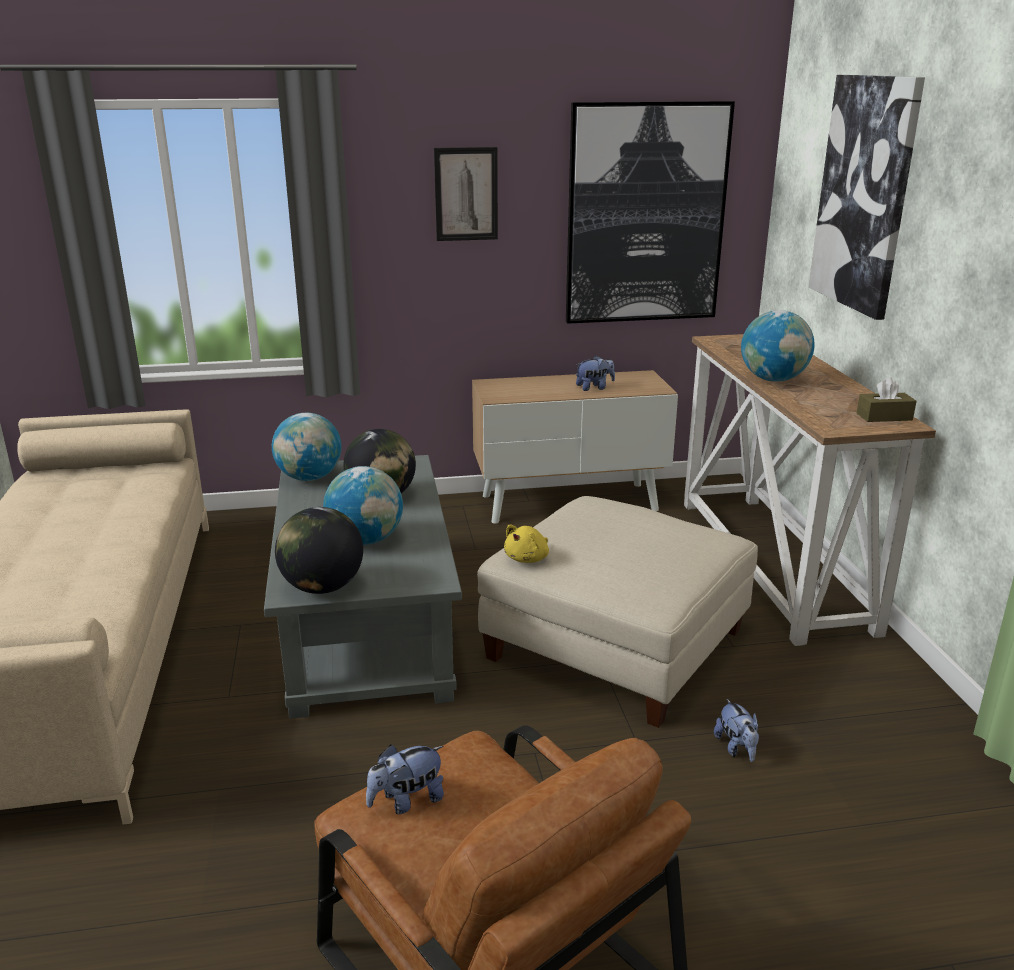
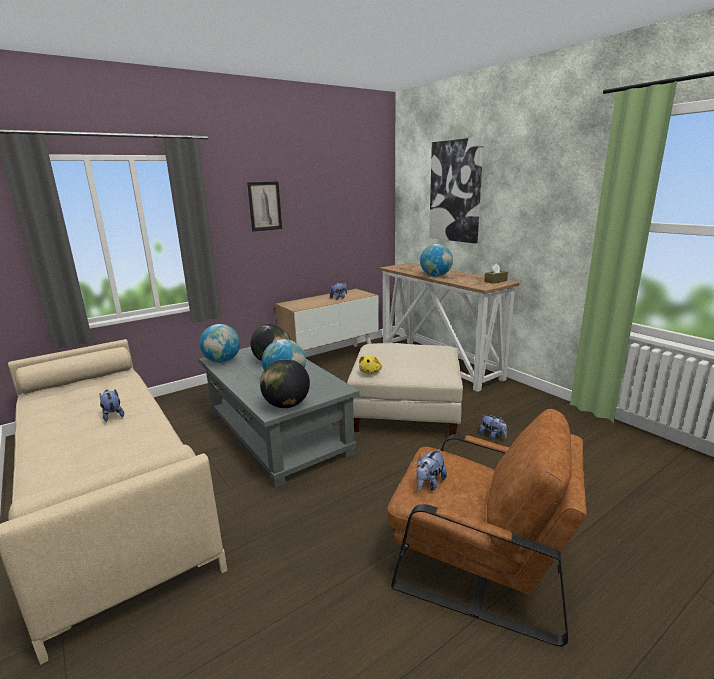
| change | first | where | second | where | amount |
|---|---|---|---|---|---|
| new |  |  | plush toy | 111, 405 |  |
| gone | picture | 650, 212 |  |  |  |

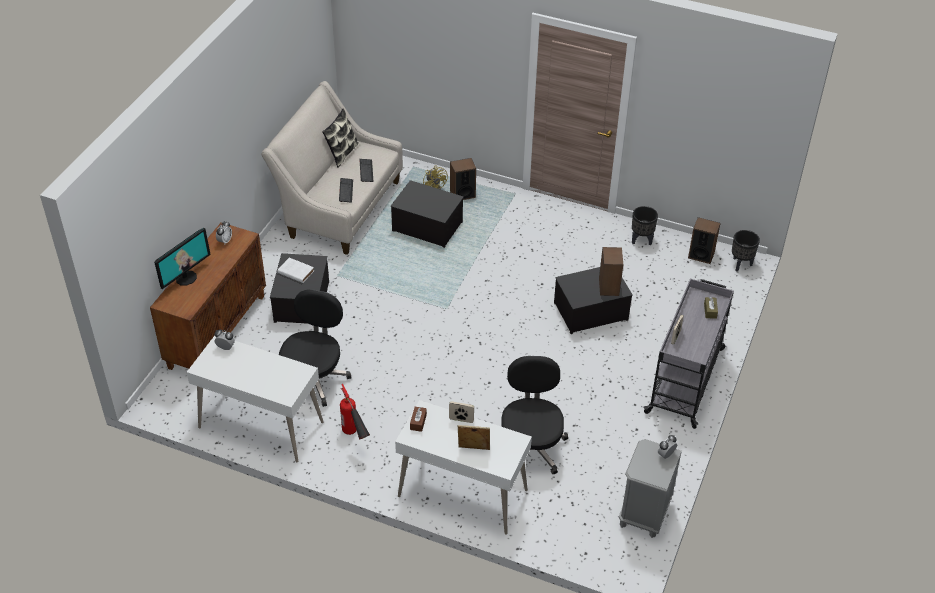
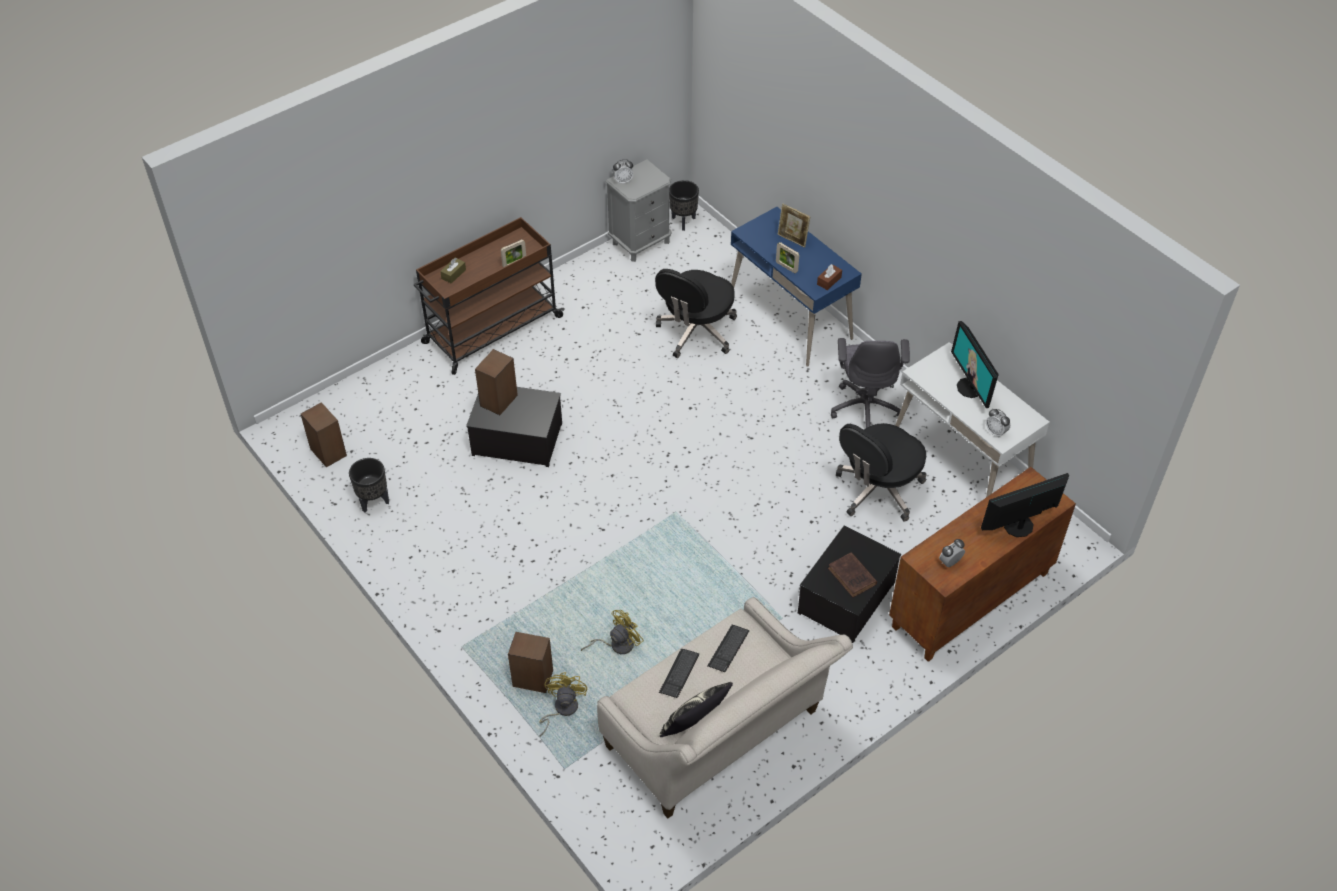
| change | first | where | second | where | amount |
|---|---|---|---|---|---|
| repainted | cart/grey | 688, 354 | cart/brown | 489, 296 |  |
| swapped | storage box | 427, 214 | fan/yellow | 612, 632 |  |
| shifted | planter/black | 746, 251 |  | 684, 205 |  |
| repainted | desk/white | 463, 467 | desk/blue | 796, 287 |  |
| repainted | book/white | 295, 270 | book/brown | 852, 575 |  |
| swapped | fire extinguisher | 355, 411 | office chair/grey | 870, 383 |  |
| new |  |  | monitor | 975, 364 |  |

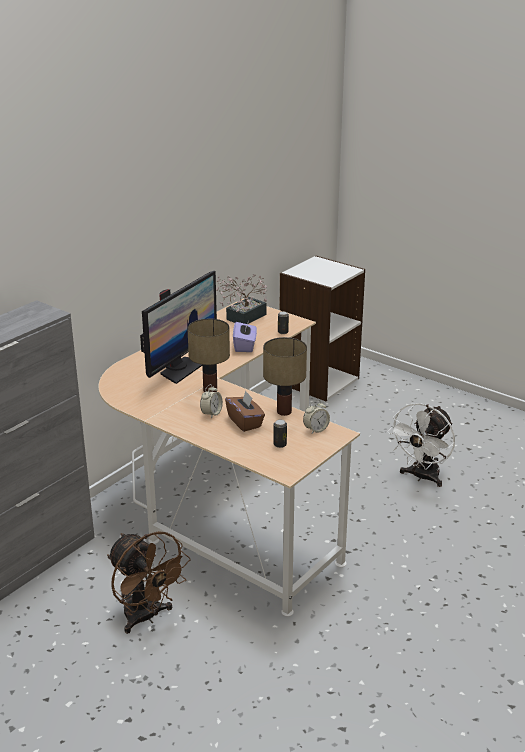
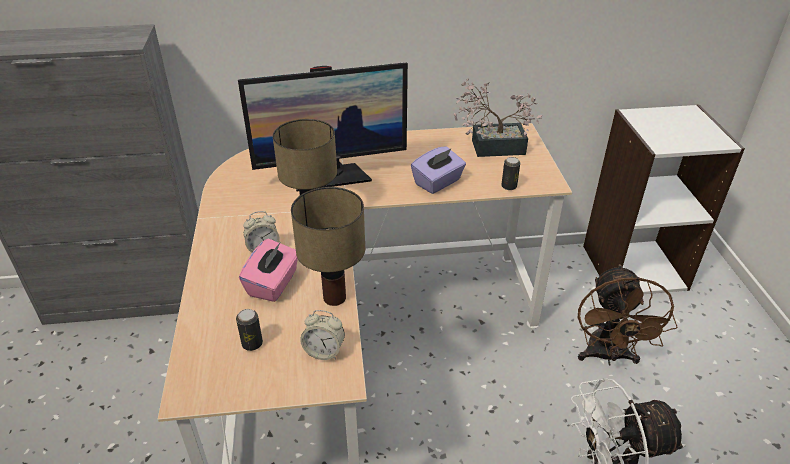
| change | first | where | second | where | amount |
|---|---|---|---|---|---|
| repainted | tissue box/brown | 245, 411 | tissue box/pink | 268, 270 |  |
| shifted | fan/brown | 149, 582 |  | 627, 315 |  |

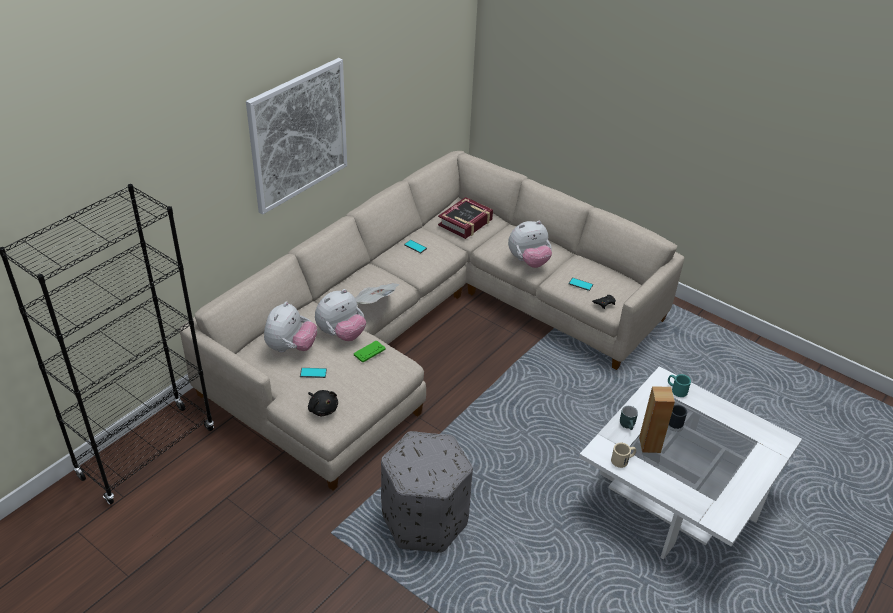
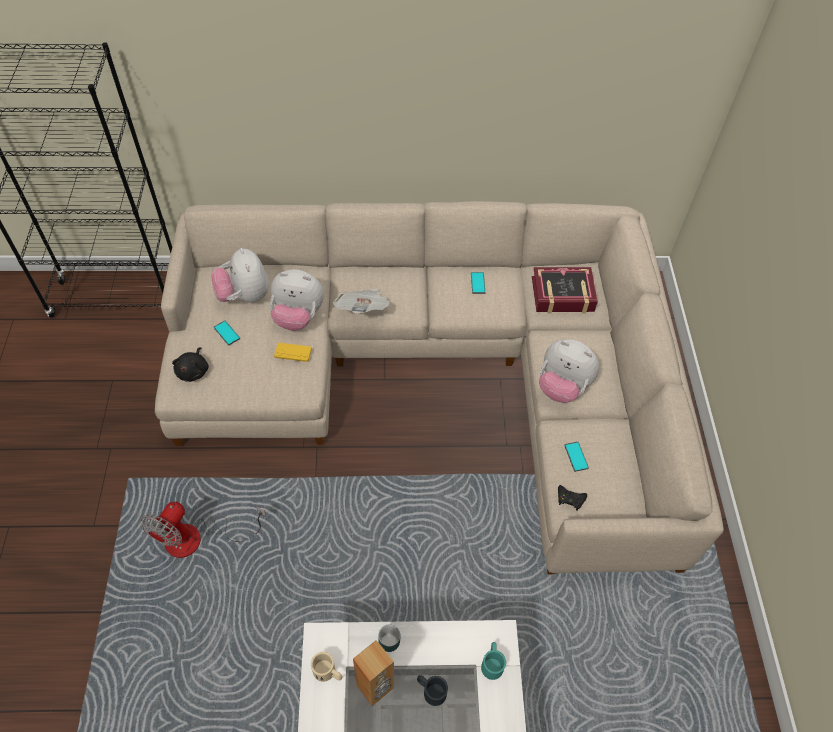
| change | first | where | second | where | amount |
|---|---|---|---|---|---|
| swapped | ottoman/grey | 427, 492 | fan | 203, 530 |  |
| rotated | plush toy | 290, 326 |  | 240, 275 | 90 degrees clockwise |
| repainted | game controller/green | 369, 351 | game controller/yellow | 293, 352 |  |
| gone | picture | 296, 136 |  |  |  |

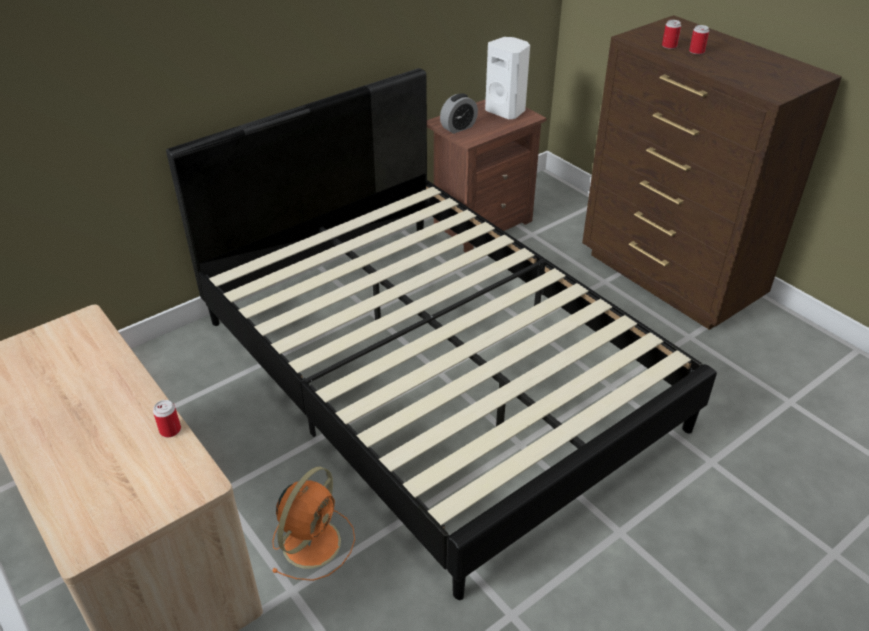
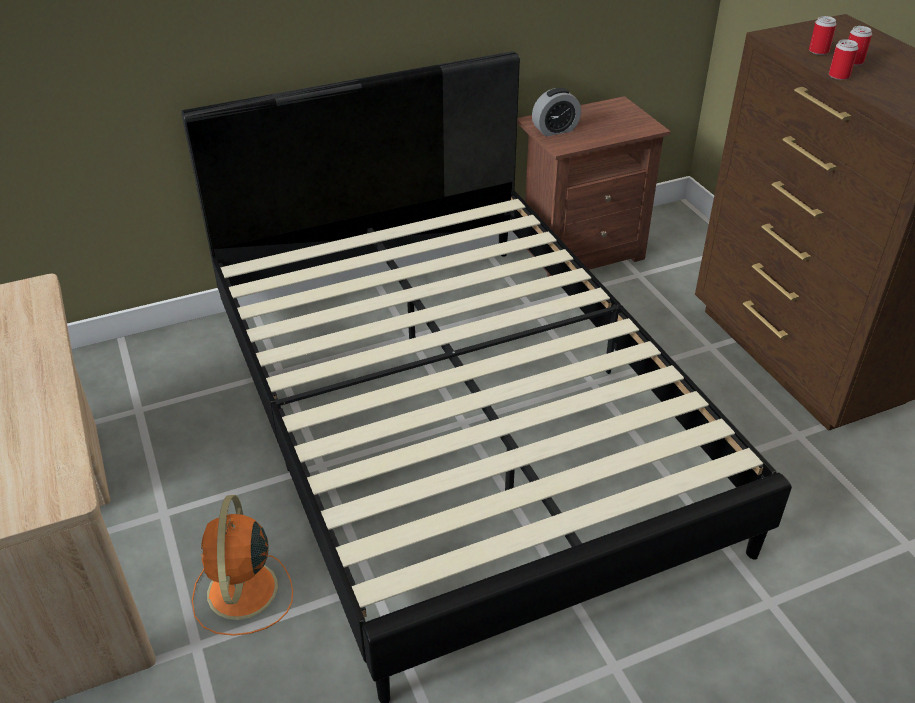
| change | first | where | second | where | amount |
|---|---|---|---|---|---|
| rotated | fan/orange | 313, 524 |  | 242, 565 | 135 degrees clockwise |
| shifted | can | 167, 418 |  | 843, 59 |  |
| gone | speaker/white | 507, 78 |  |  |  |

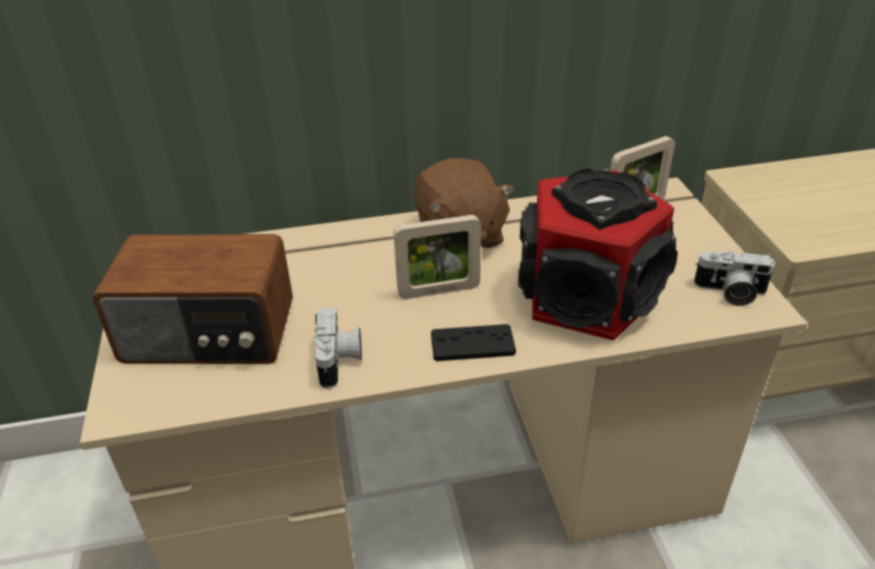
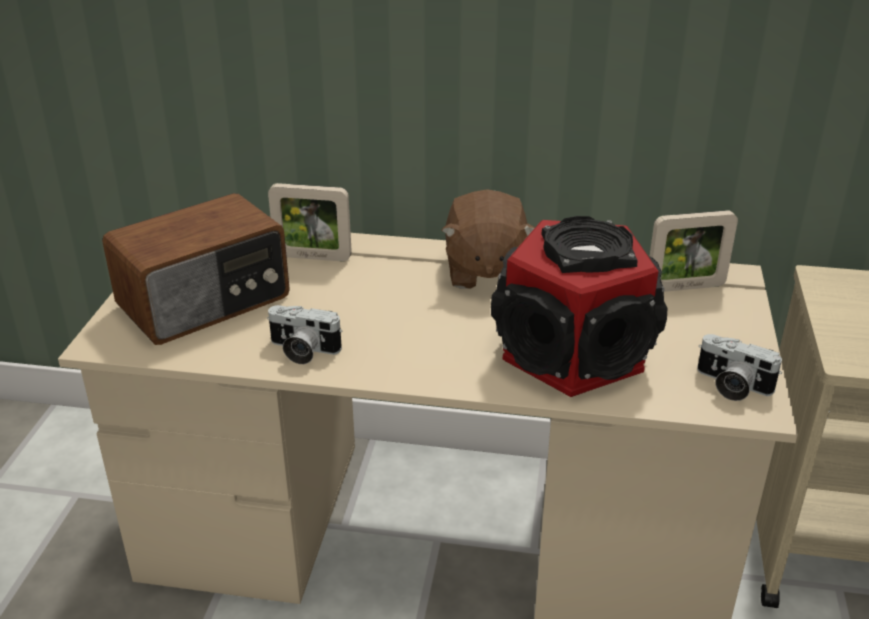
| change | first | where | second | where | amount |
|---|---|---|---|---|---|
| rotated | radio | 193, 299 |  | 196, 269 | 60 degrees counterclockwise |
| rotated | photo camera | 338, 348 |  | 304, 334 | 90 degrees clockwise |
| shifted | picture frame | 437, 257 |  | 310, 222 |  |
| gone | game controller/black | 473, 342 |  |  |  |

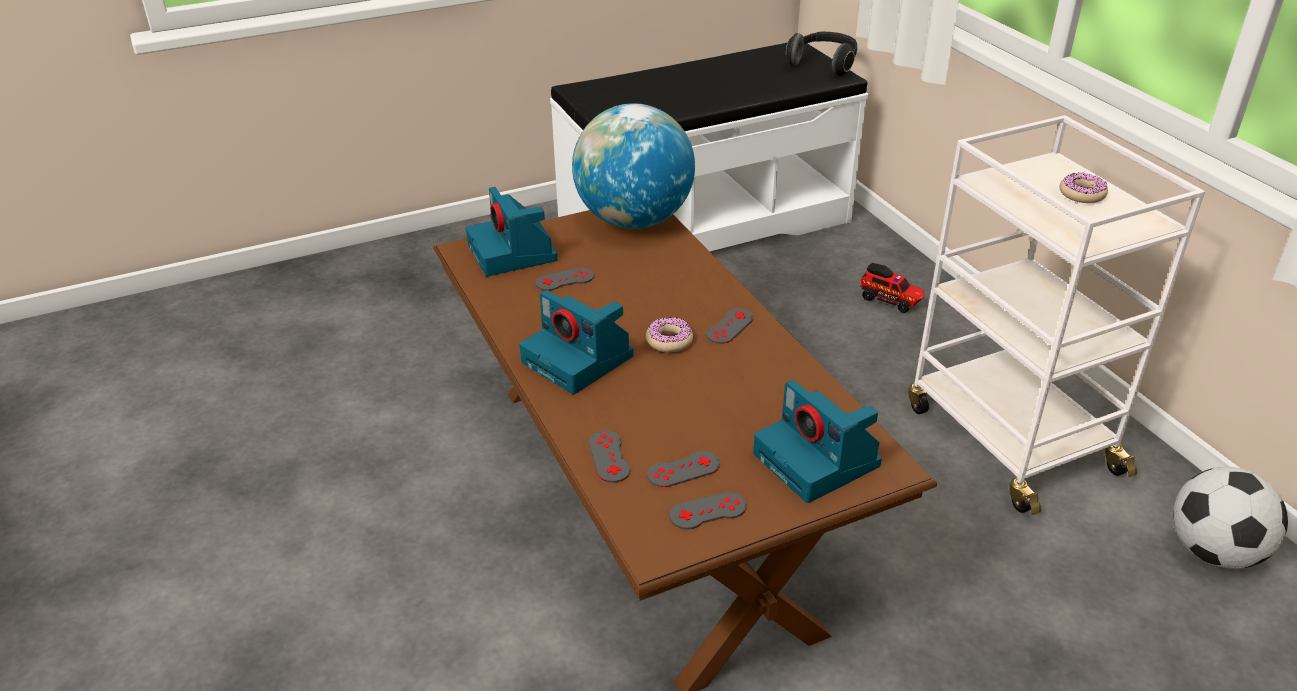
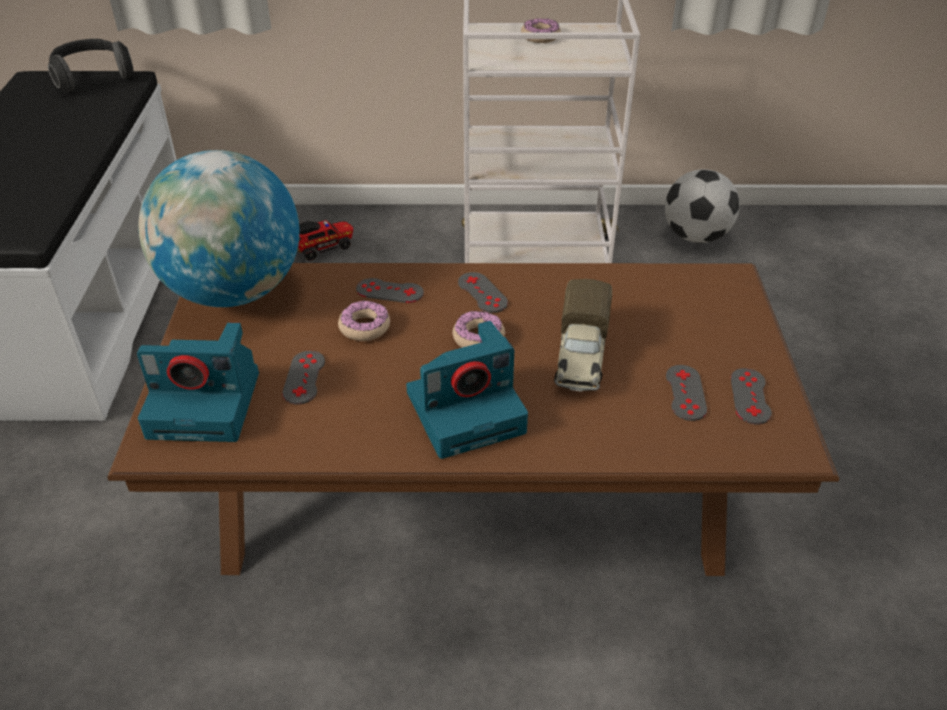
| change | first | where | second | where | amount |
|---|---|---|---|---|---|
| new |  |  | donut | 364, 320 |  |
| shifted | game controller/grey | 609, 457 |  | 390, 290 |  |
| new |  |  | toy truck | 583, 335 |  |
| gone | photo camera | 817, 441 |  |  |  |

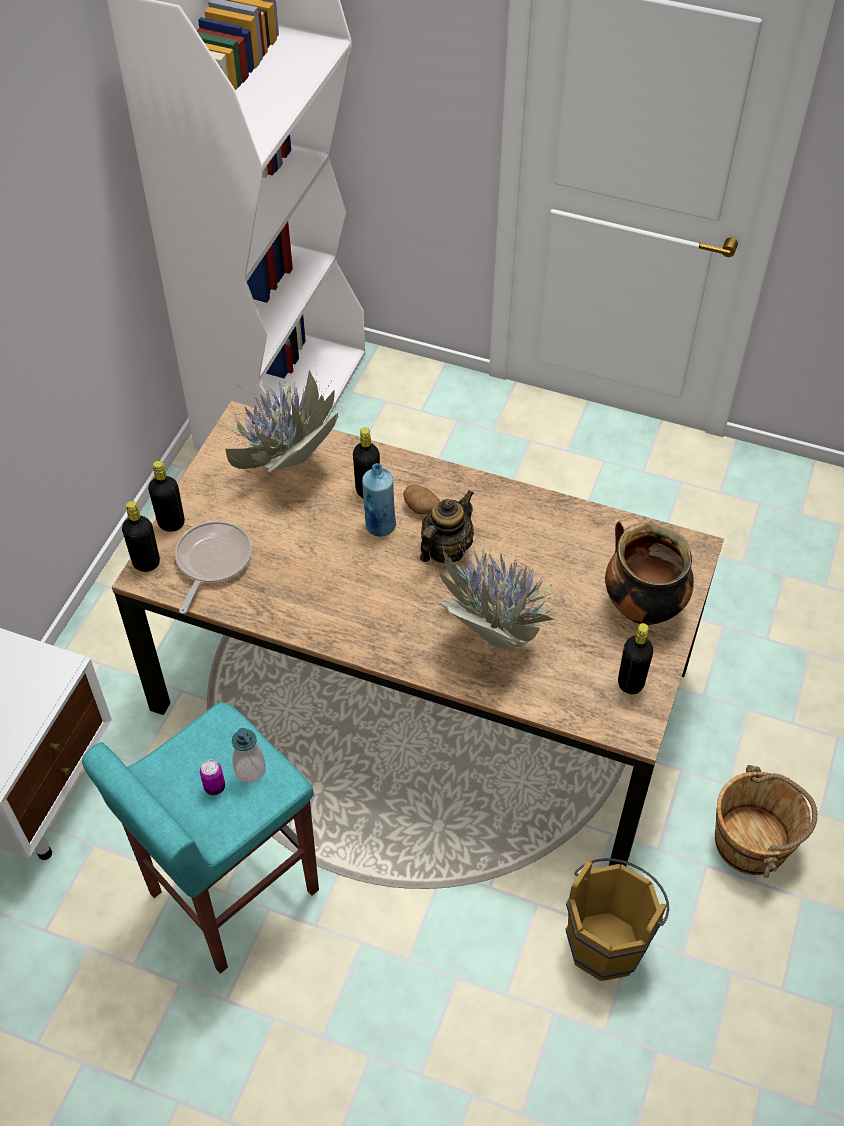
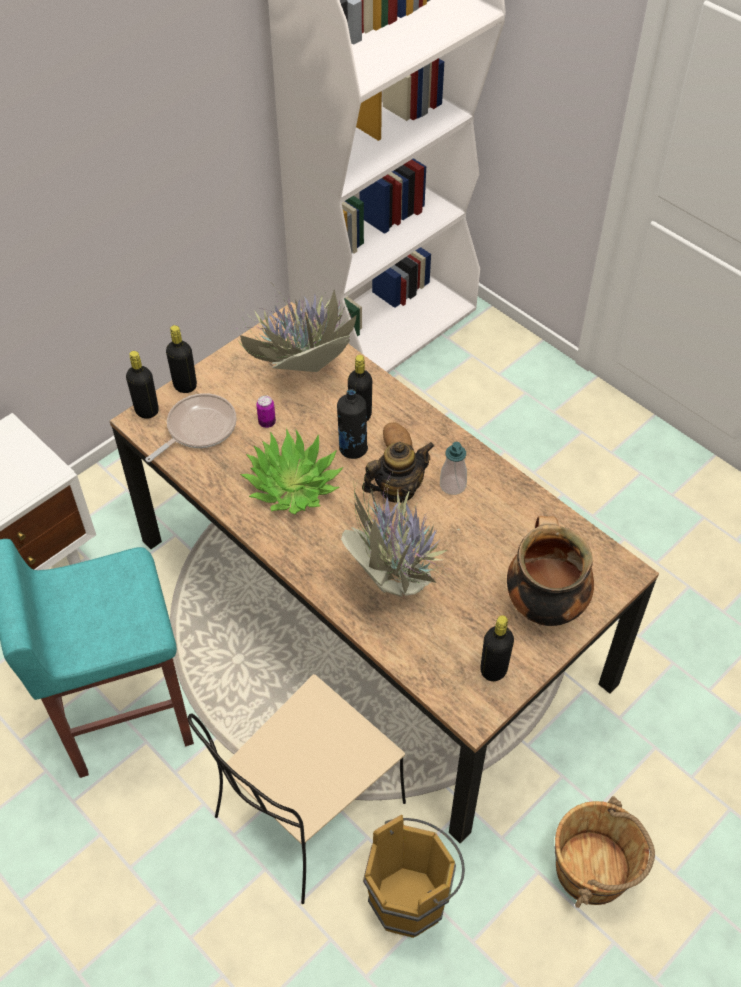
| change | first | where | second | where | amount |
|---|---|---|---|---|---|
| new |  |  | chair/beige | 297, 789 |  |
| new |  |  | potted plant | 292, 470 |  |
| shifted | can | 212, 777 |  | 266, 411 |  |
| repainted | bottle/blue | 379, 500 | bottle/black | 352, 424 |  |
| shifted | soap dispenser | 249, 755 |  | 453, 468 |  |

